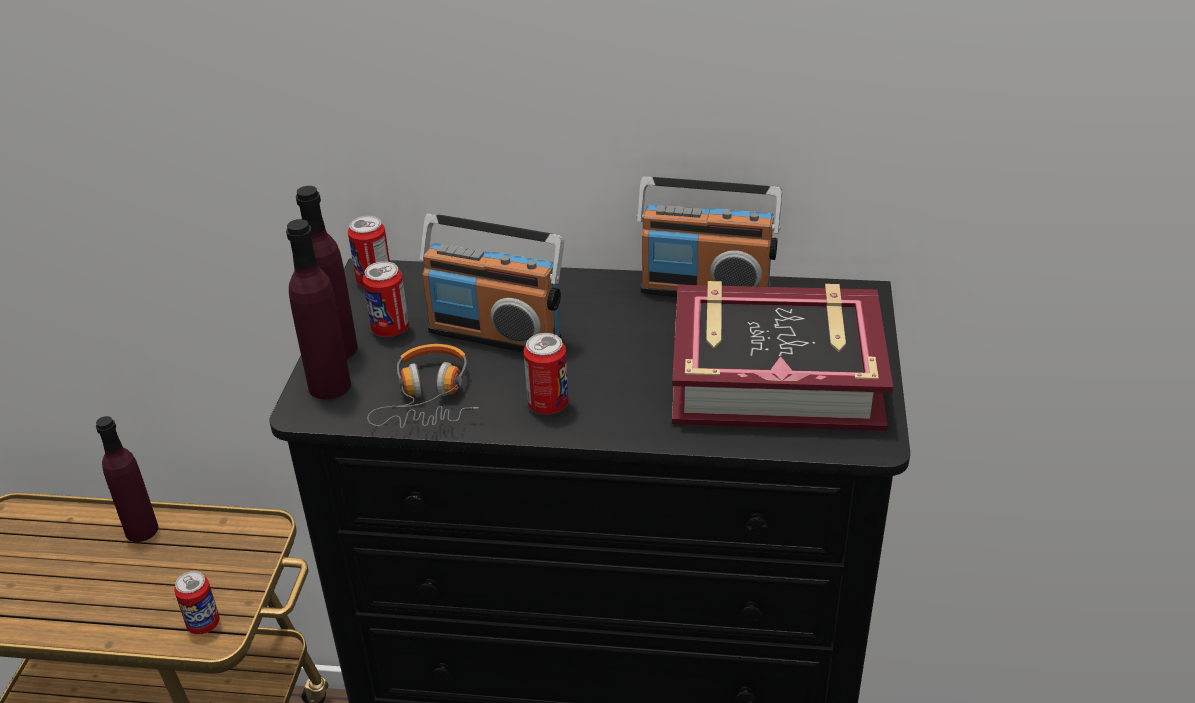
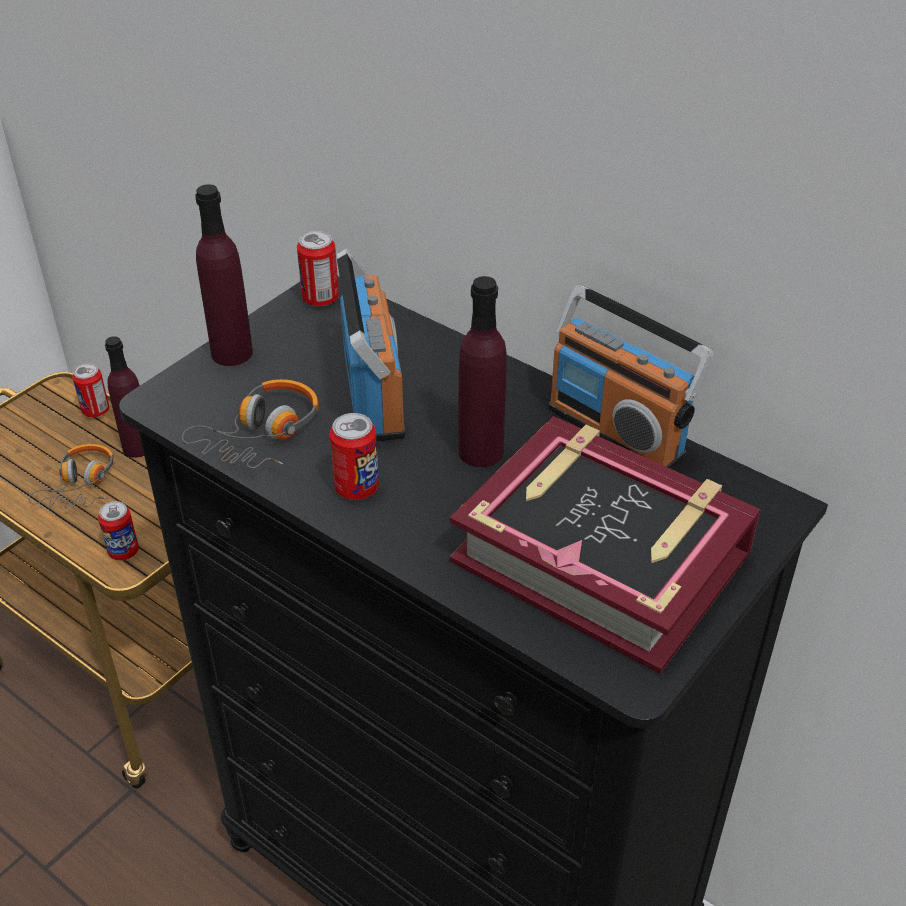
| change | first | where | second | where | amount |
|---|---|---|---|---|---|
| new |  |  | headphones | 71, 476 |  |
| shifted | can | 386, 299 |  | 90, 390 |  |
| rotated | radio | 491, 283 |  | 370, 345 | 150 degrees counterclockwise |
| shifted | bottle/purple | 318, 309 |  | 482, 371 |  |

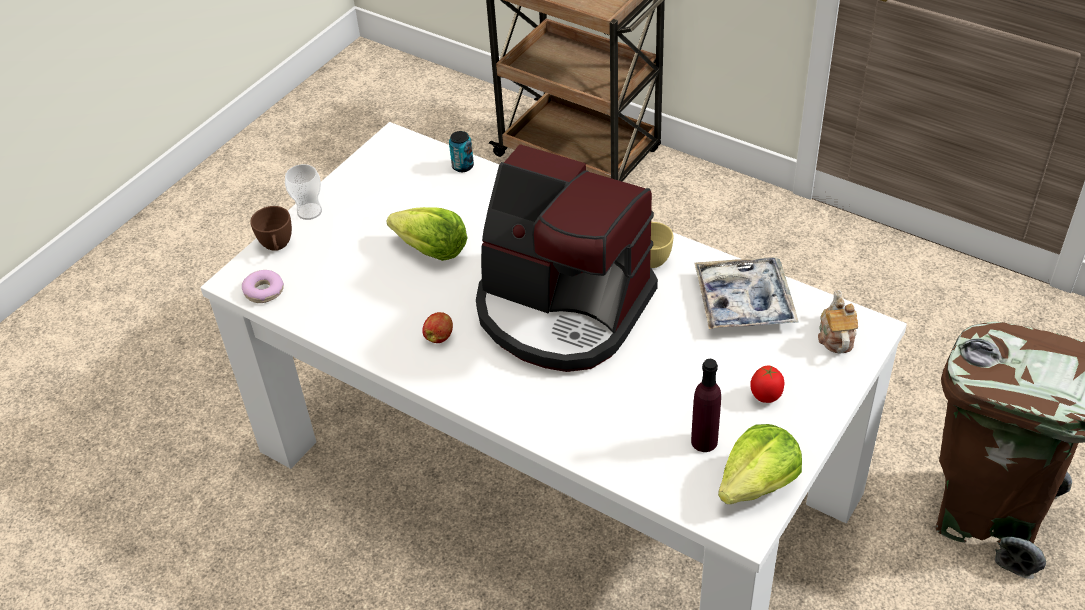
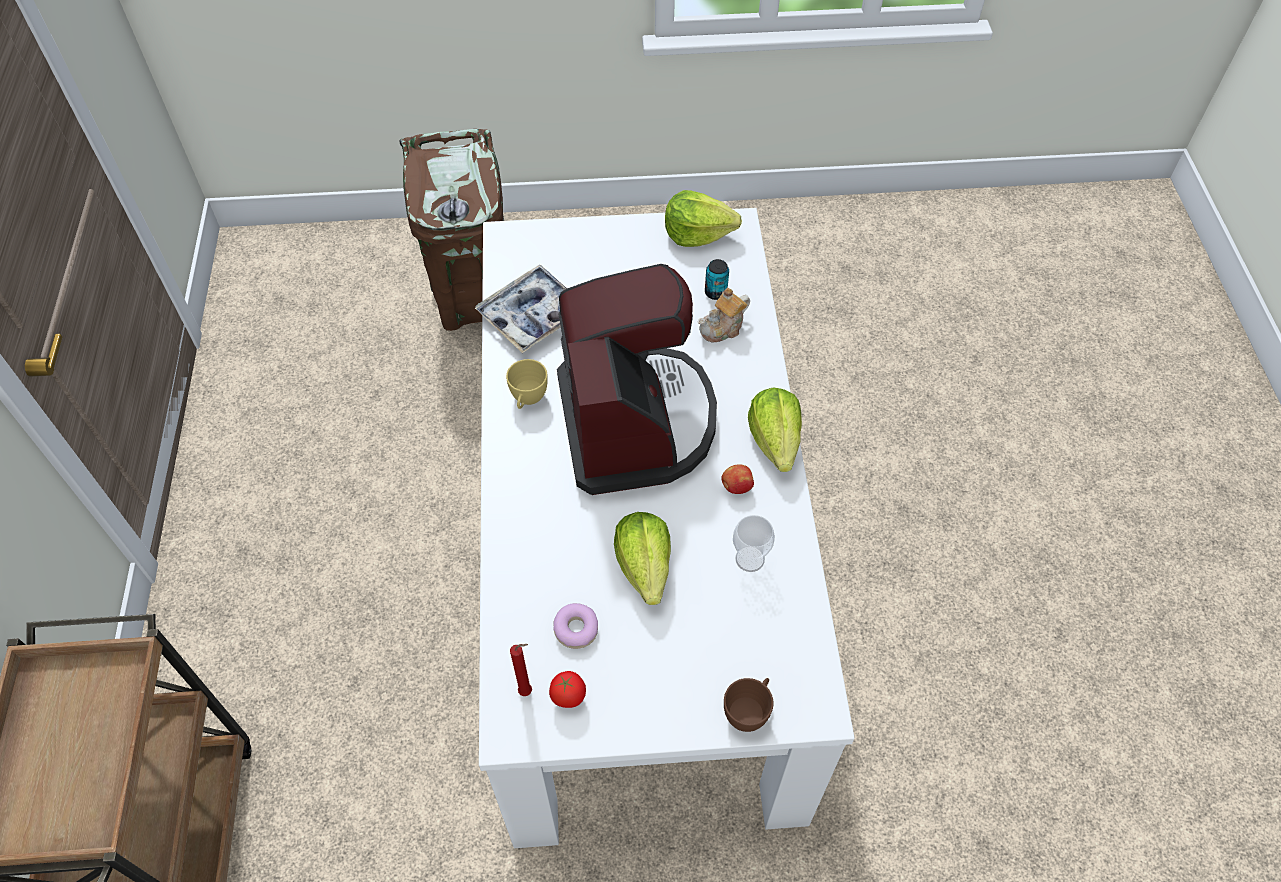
| change | first | where | second | where | amount |
|---|---|---|---|---|---|
| new |  |  | candle/red | 521, 670 |  |
| shifted | tomato | 767, 384 |  | 567, 689 |  |
| shifted | donut | 263, 286 |  | 575, 626 |  |
| shifted | teapot | 838, 322 |  | 724, 315 |  |
| shifted | can | 461, 151 |  | 717, 279 |  |
| shifted | cup | 303, 192 |  | 754, 543 |  |
| new |  |  | lettuce | 775, 429 |  |
| gone | bottle/purple | 706, 405 |  |  |  |

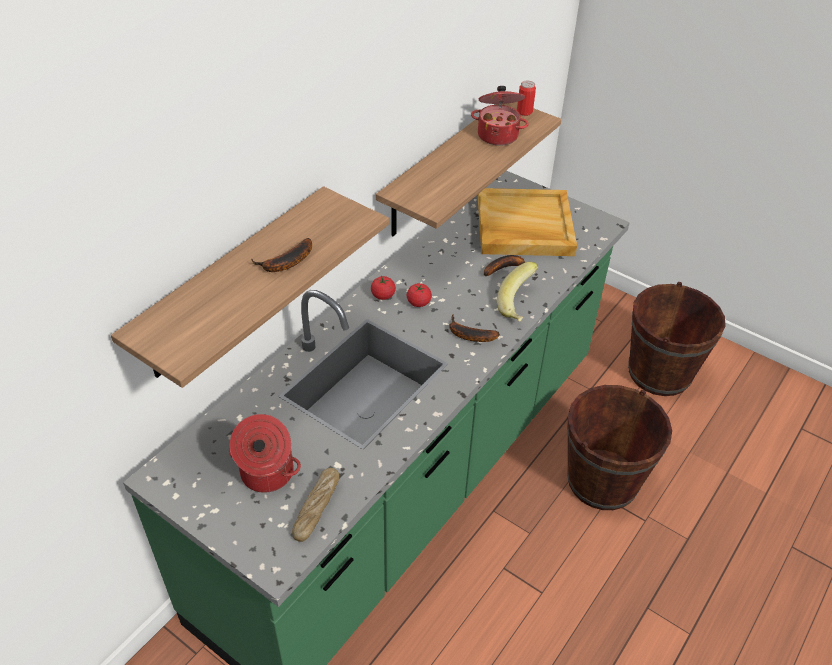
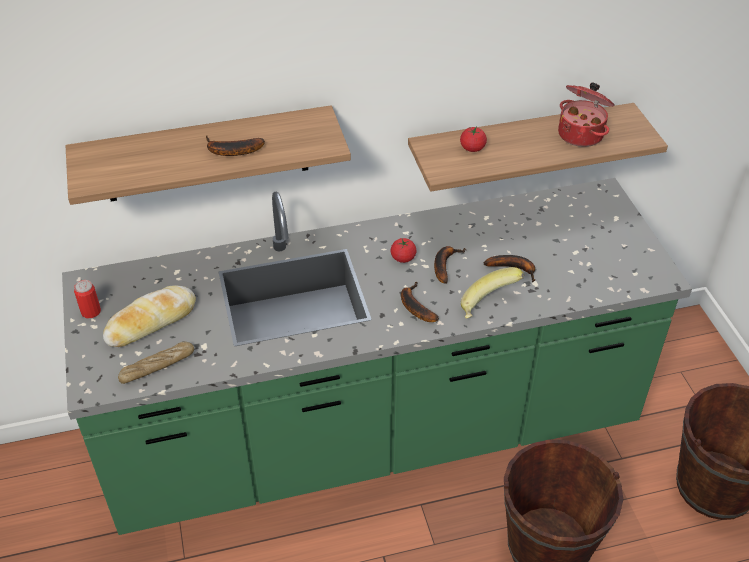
| change | first | where | second | where | amount |
|---|---|---|---|---|---|
| shifted | can | 526, 98 |  | 87, 299 |  |
| swapped | cooking pot | 265, 453 | bread | 149, 316 |  |
| new |  |  | banana | 450, 265 |  |
| shifted | tomato | 383, 287 |  | 473, 139 |  |
| gone | tray/beige | 527, 222 |  |  |  |

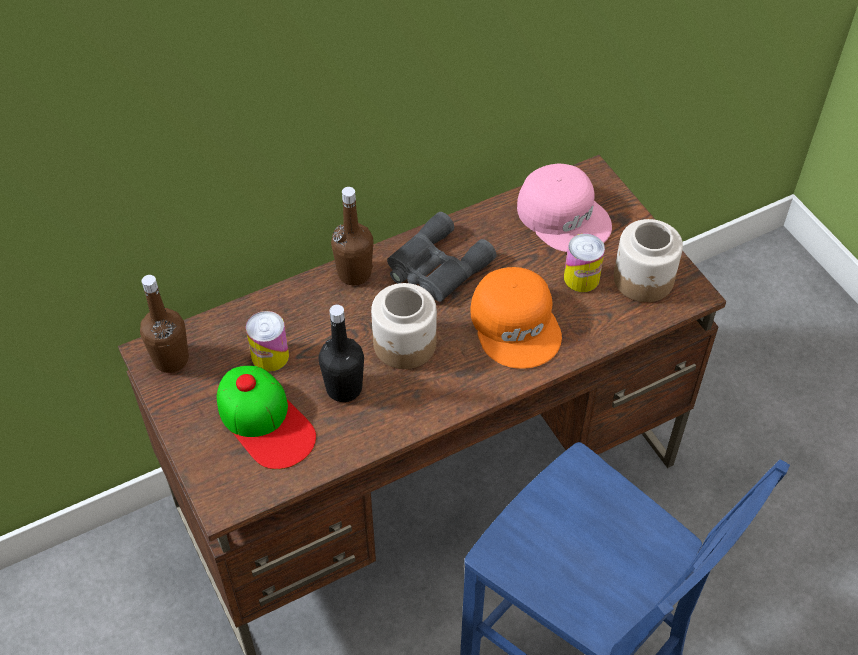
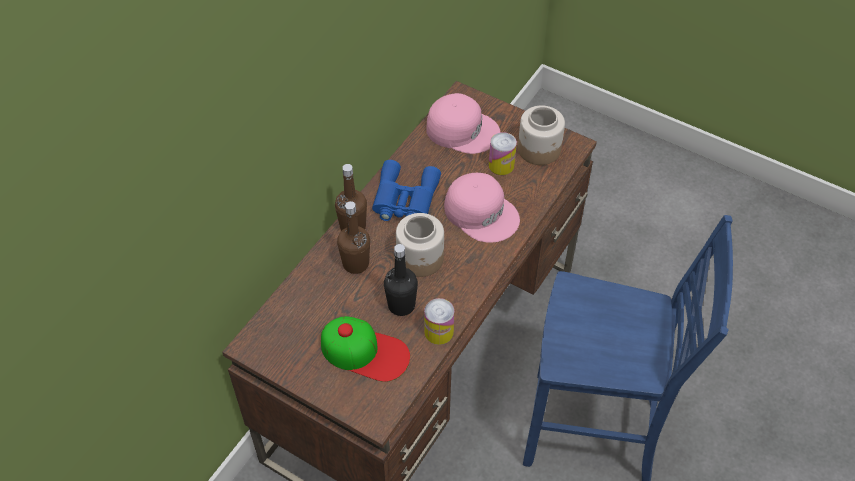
| change | first | where | second | where | amount |
|---|---|---|---|---|---|
| shifted | bottle/brown | 164, 324 |  | 353, 237 |  |
| repainted | binoculars/grey | 442, 257 | binoculars/blue | 406, 190 |  |
| shifted | can | 267, 341 |  | 439, 321 |  |
| repainted | cap/orange | 516, 318 | cap/pink | 482, 208 |  |

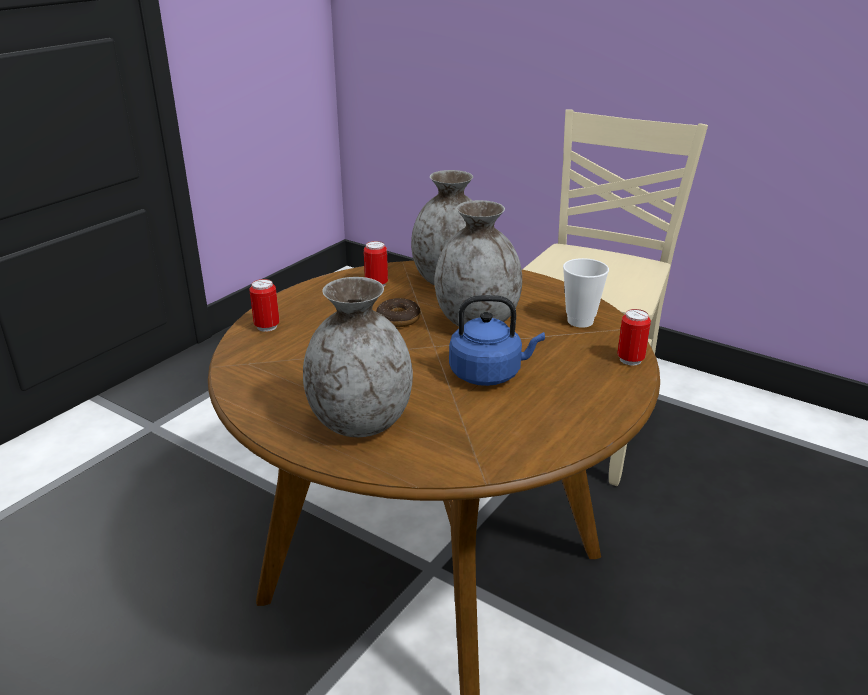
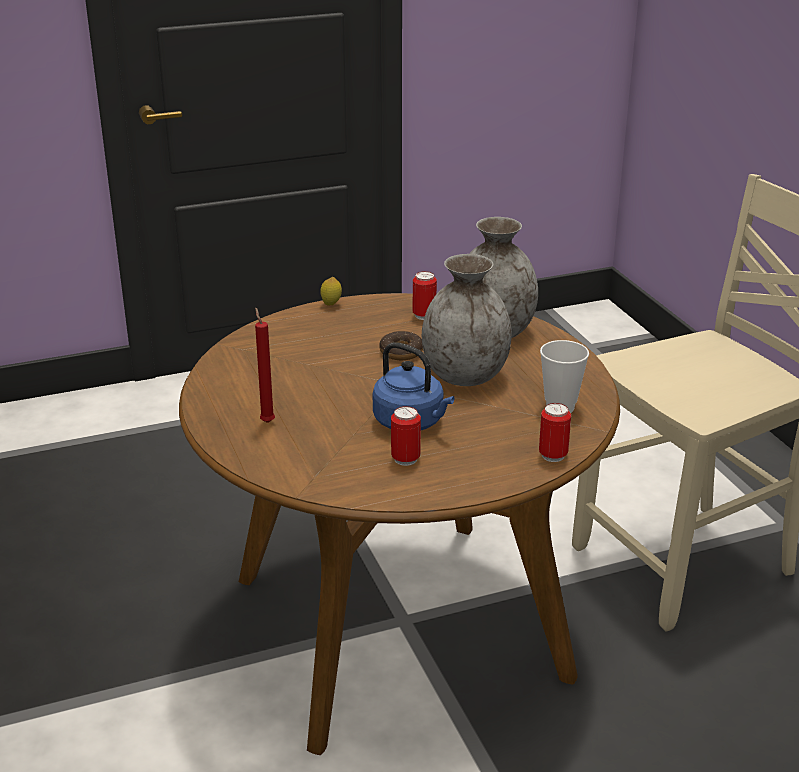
| change | first | where | second | where | amount |
|---|---|---|---|---|---|
| swapped | vase/grey | 358, 357 | candle/red | 265, 365 |  |
| new |  |  | lemon | 331, 291 |  |
| shifted | can | 264, 305 |  | 406, 436 |  |

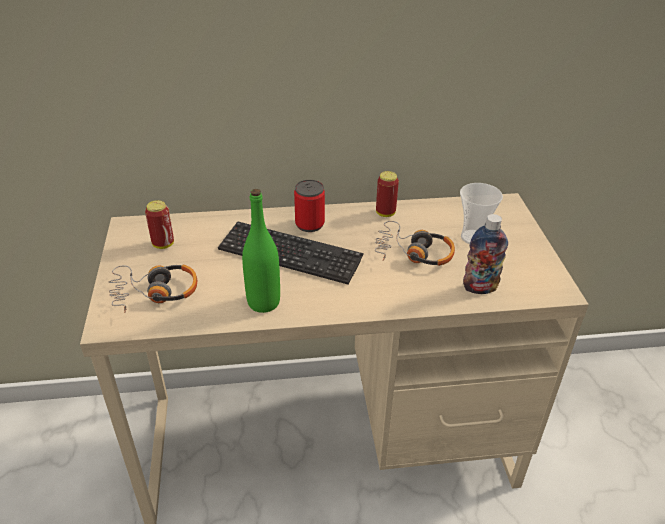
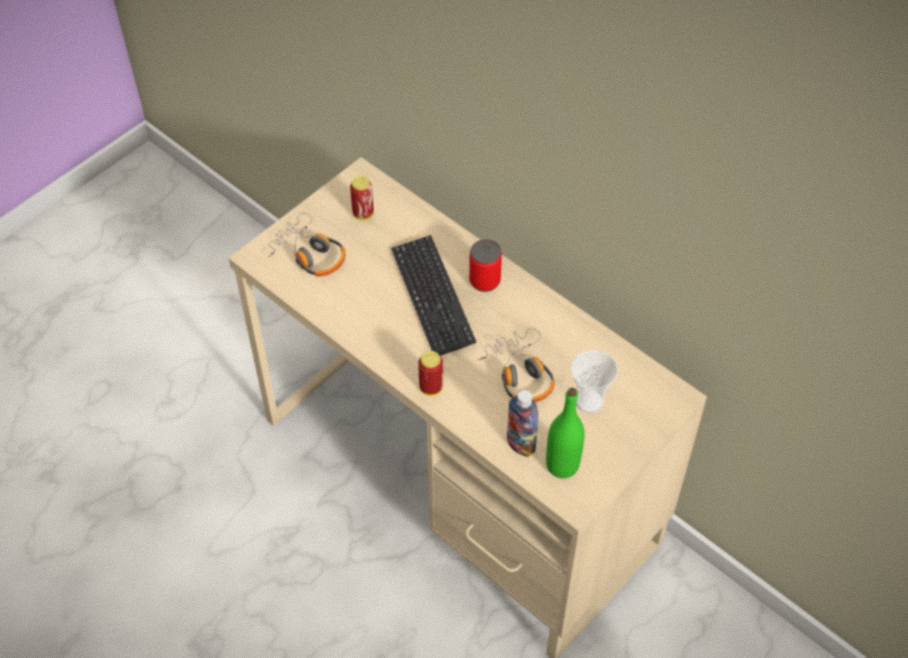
| change | first | where | second | where | amount |
|---|---|---|---|---|---|
| shifted | can | 387, 194 |  | 430, 373 |  |
| shifted | bottle/green | 261, 251 |  | 565, 433 |  |

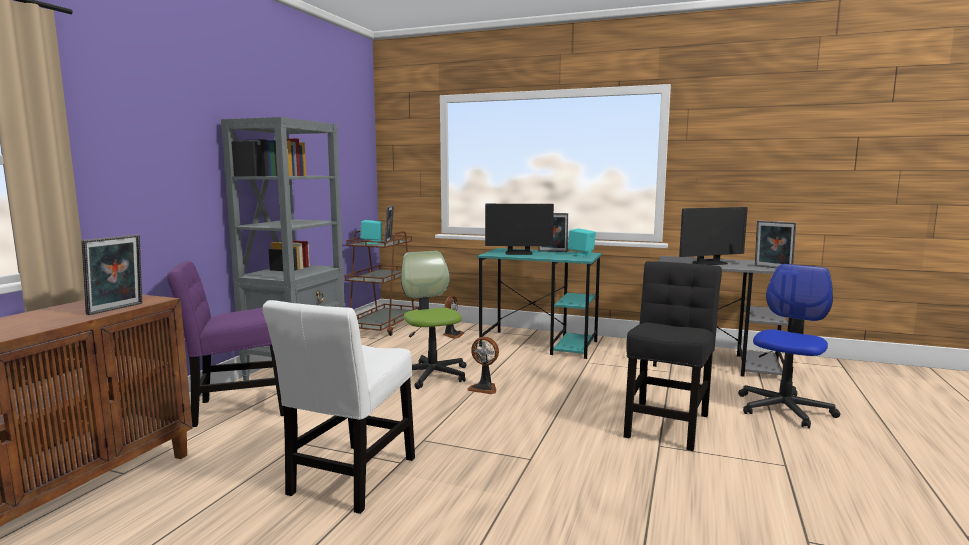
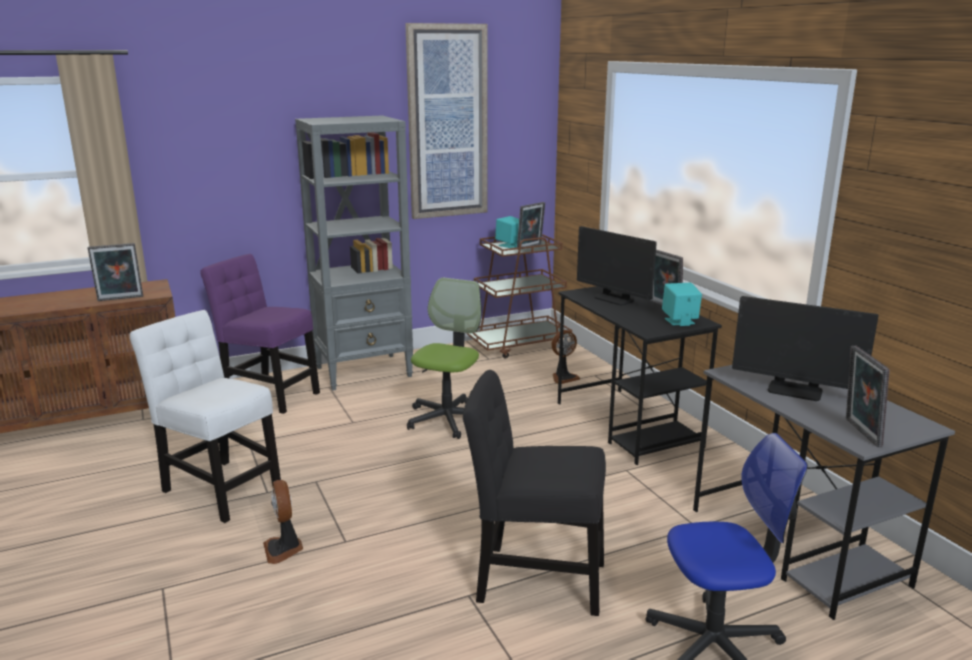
| change | first | where | second | where | amount |
|---|---|---|---|---|---|
| rotated | chair/white | 339, 407 |  | 205, 416 | 60 degrees clockwise |
| shifted | fan | 483, 365 |  | 283, 522 |  |
| new |  |  | picture | 446, 121 |  |
| rotated | chair/black | 673, 356 |  | 534, 493 | 150 degrees counterclockwise |
| repainted | desk/turquoise | 539, 303 | desk/black | 640, 375 |  |

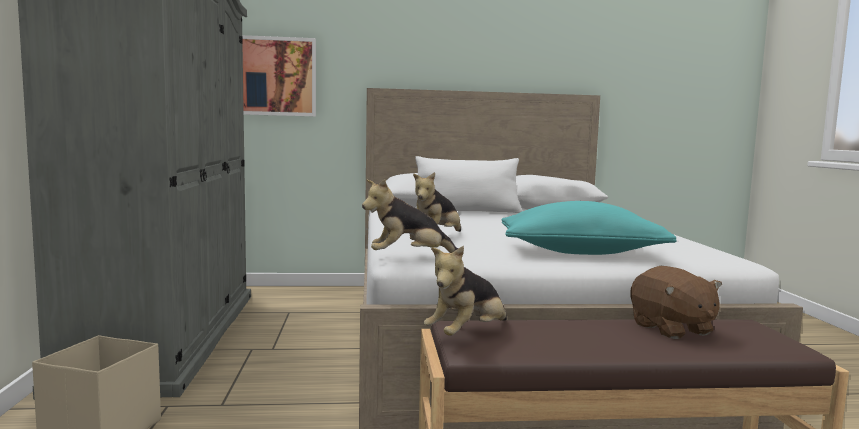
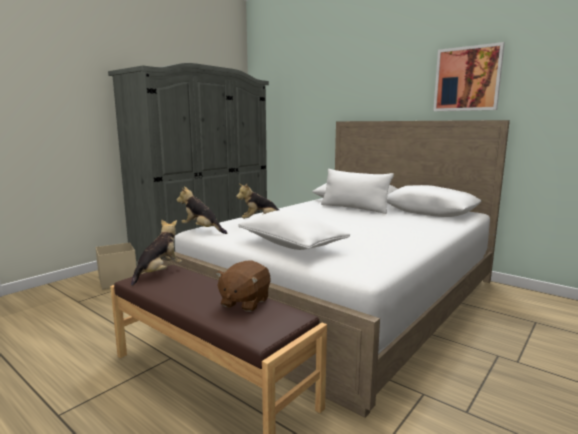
| change | first | where | second | where | amount |
|---|---|---|---|---|---|
| rotated | plush toy | 465, 291 |  | 156, 252 | 120 degrees clockwise |
| repainted | pillow/turquoise | 588, 228 | pillow/white | 294, 230 |  |
| shifted | picture | 279, 76 |  | 469, 76 |  |

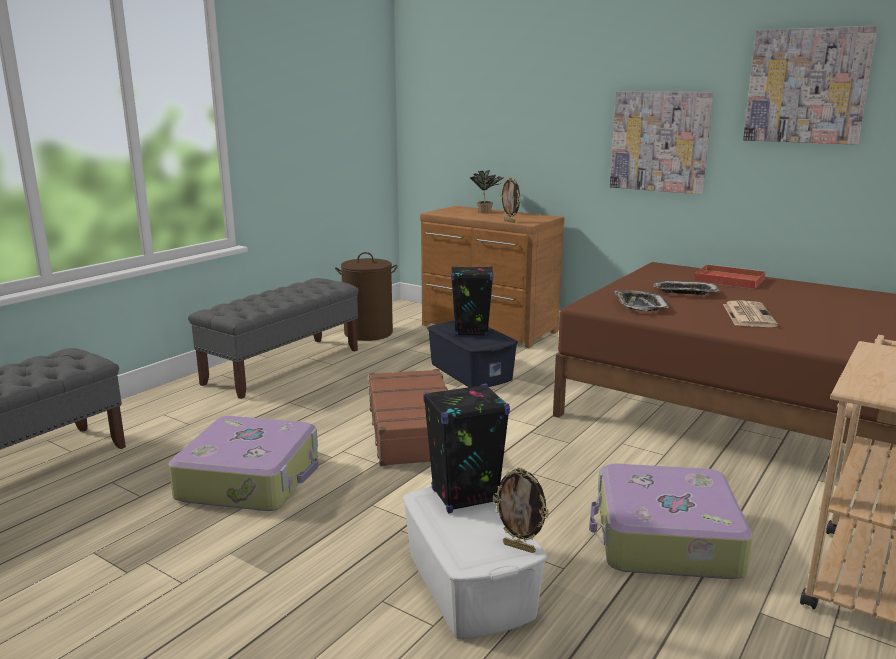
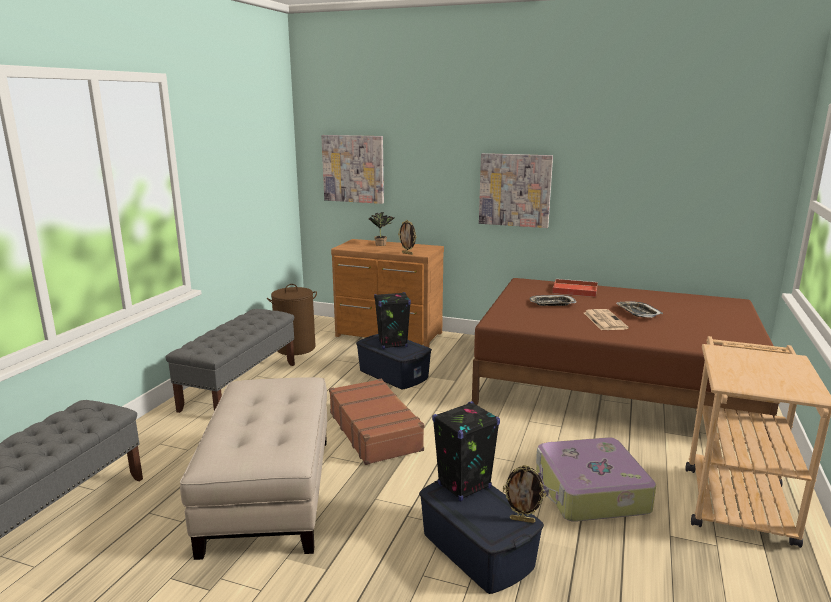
| change | first | where | second | where | amount |
|---|---|---|---|---|---|
| swapped | suitcase | 243, 463 | ottoman/beige | 253, 468 |  |
| shifted | picture | 810, 85 |  | 352, 169 |  |
| repainted | storage box/white | 474, 562 | storage box/blue | 481, 537 |  |
| shifted | tray | 642, 300 |  | 639, 309 |  |

